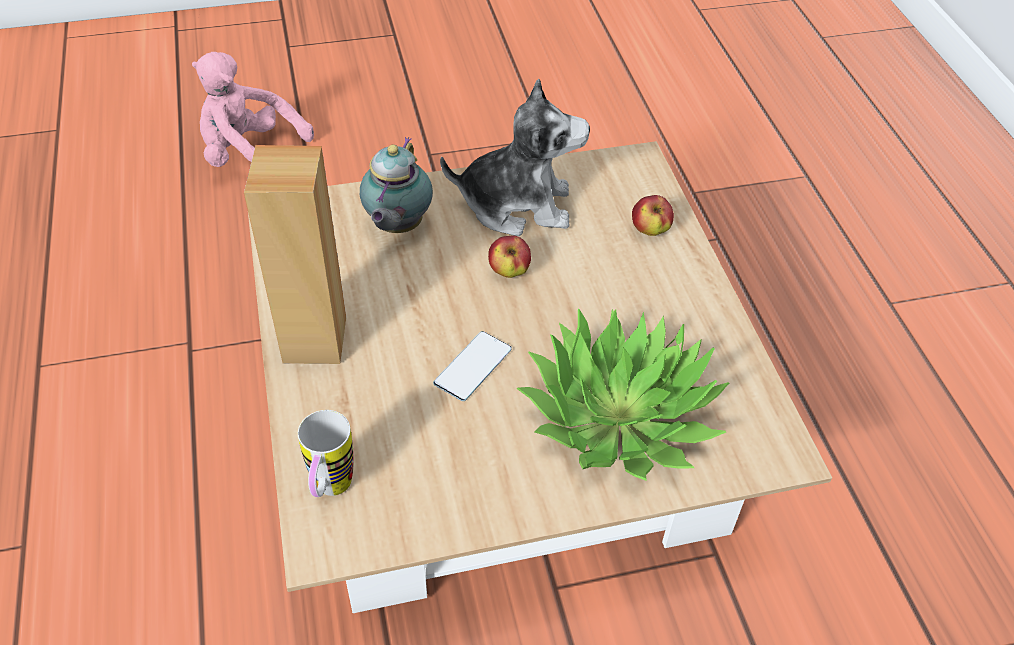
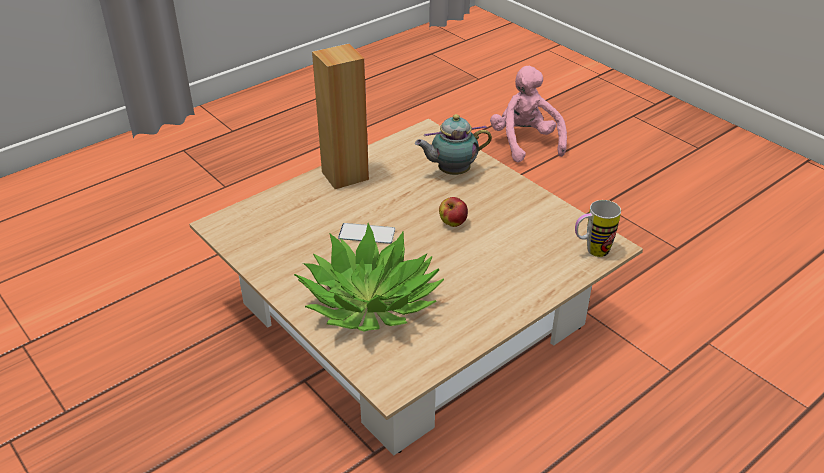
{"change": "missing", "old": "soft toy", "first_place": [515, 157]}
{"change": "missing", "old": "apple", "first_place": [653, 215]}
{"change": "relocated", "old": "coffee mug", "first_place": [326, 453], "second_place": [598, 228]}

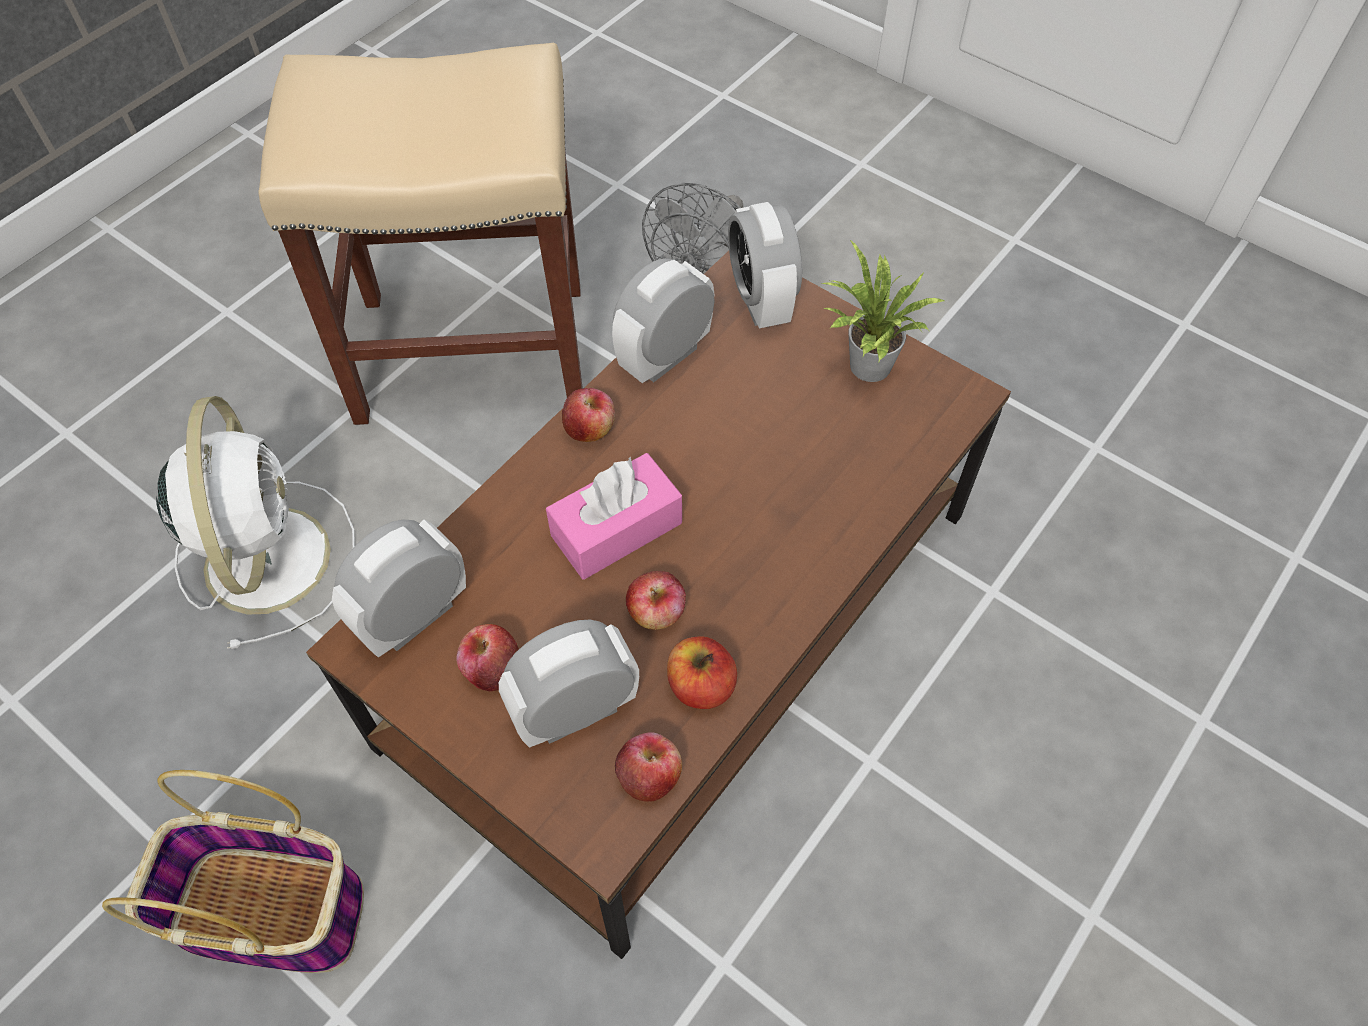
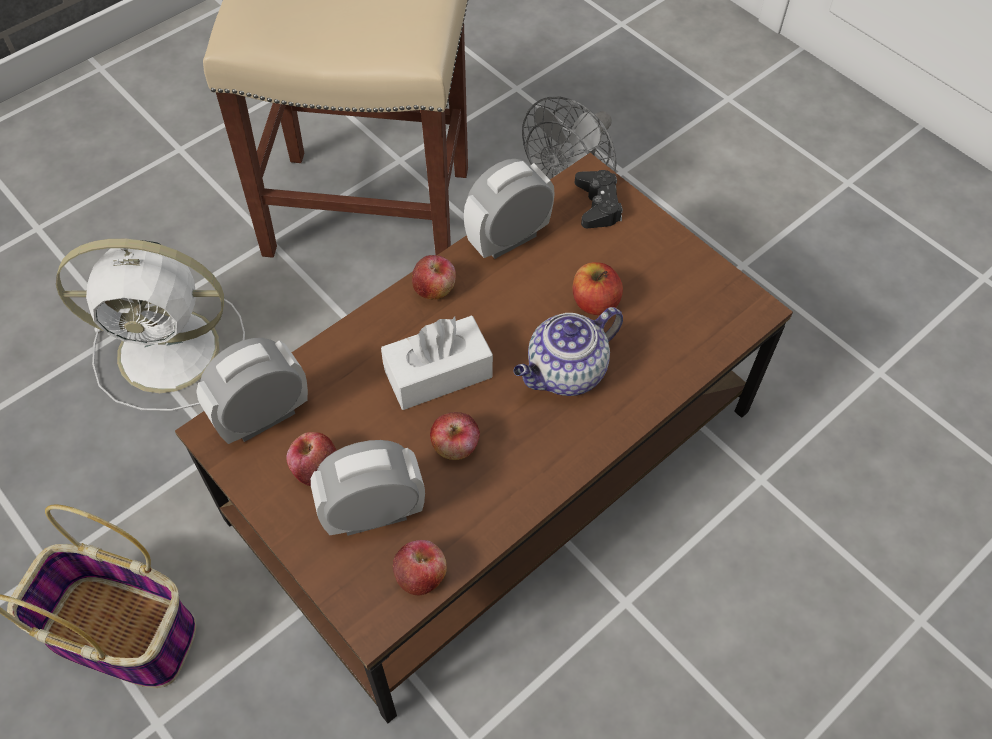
{"change": "exchanged", "old": "bedside clock", "new": "game controller in blackish", "first_place": [765, 265], "second_place": [599, 199]}
{"change": "missing", "old": "plant in a pot", "first_place": [884, 311]}
{"change": "spun", "old": "electric fan in whitish", "first_place": [255, 522], "second_place": [150, 325], "degrees": 90}
{"change": "colour", "old": "tissue holder in pink", "new": "tissue holder in whitish", "first_place": [614, 516], "second_place": [437, 363]}
{"change": "relocated", "old": "apple", "first_place": [702, 672], "second_place": [598, 288]}
{"change": "appeared", "new": "pot for tea", "second_place": [568, 351]}

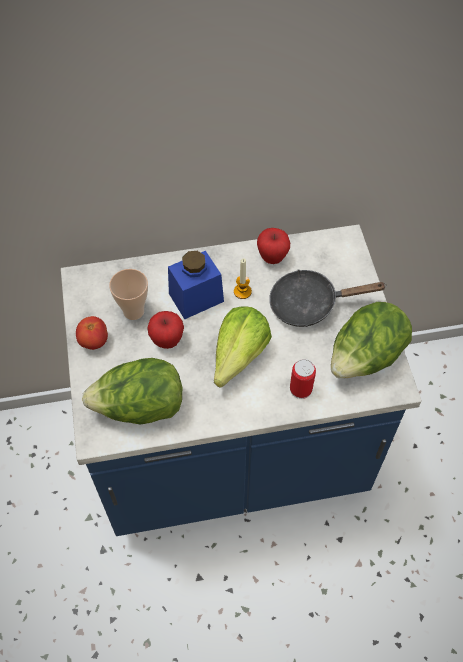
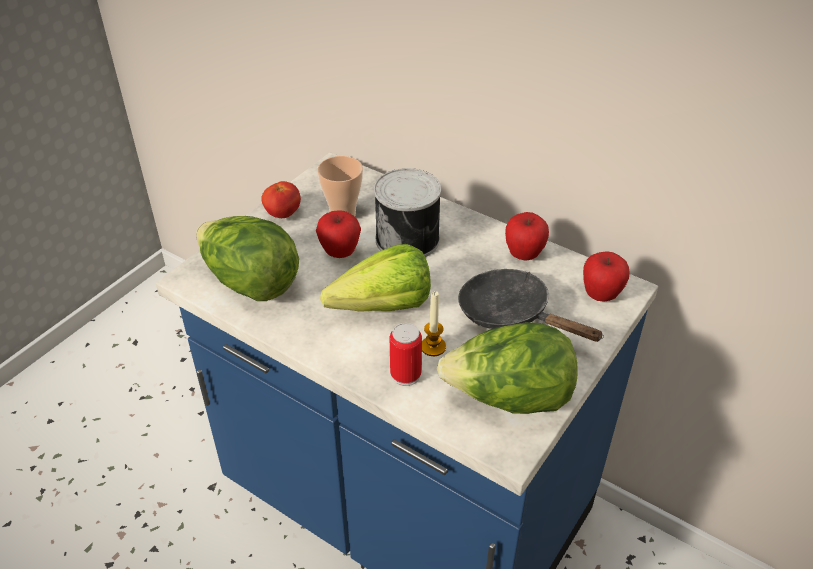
{"change": "exchanged", "old": "preserve jar in bluish", "new": "metal can", "first_place": [196, 285], "second_place": [407, 212]}
{"change": "relocated", "old": "wax candle", "first_place": [243, 278], "second_place": [434, 323]}
{"change": "appeared", "new": "apple", "second_place": [606, 276]}

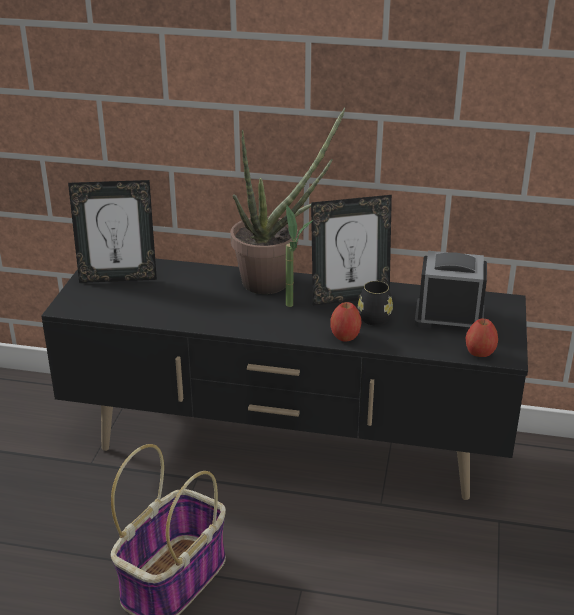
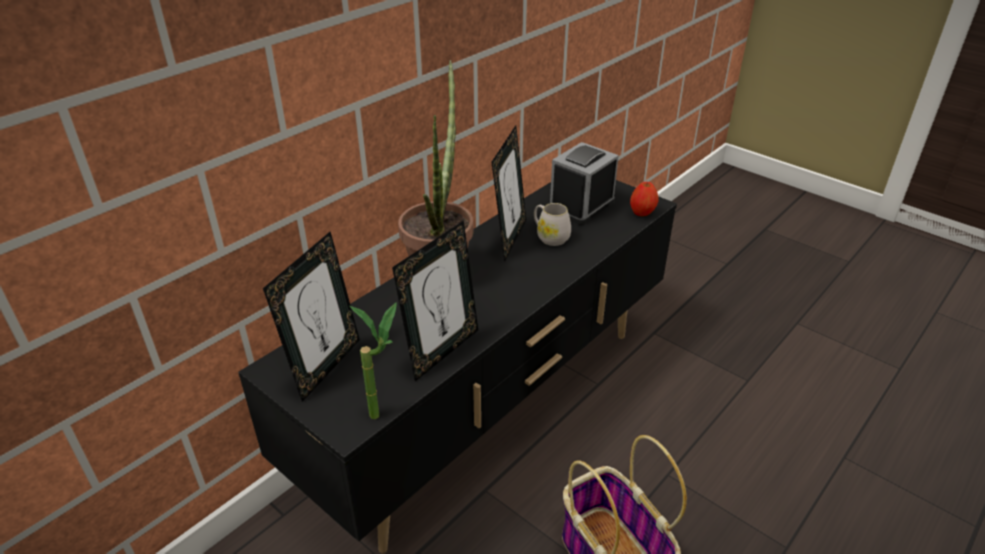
{"change": "relocated", "old": "plant in a pot", "first_place": [299, 256], "second_place": [373, 360]}
{"change": "colour", "old": "coffee mug in blackish", "new": "coffee mug in whitish", "first_place": [375, 302], "second_place": [552, 224]}
{"change": "missing", "old": "apple", "first_place": [345, 322]}
{"change": "appeared", "new": "picture frame", "second_place": [435, 301]}

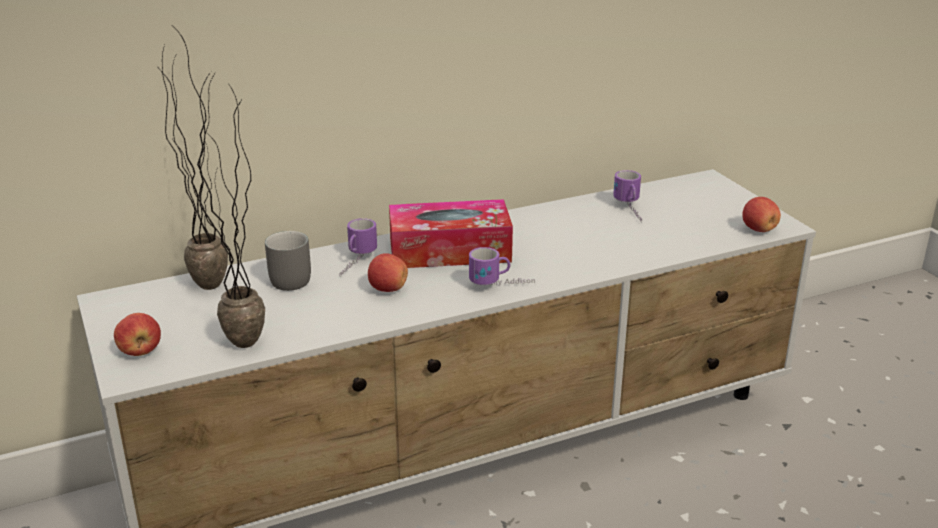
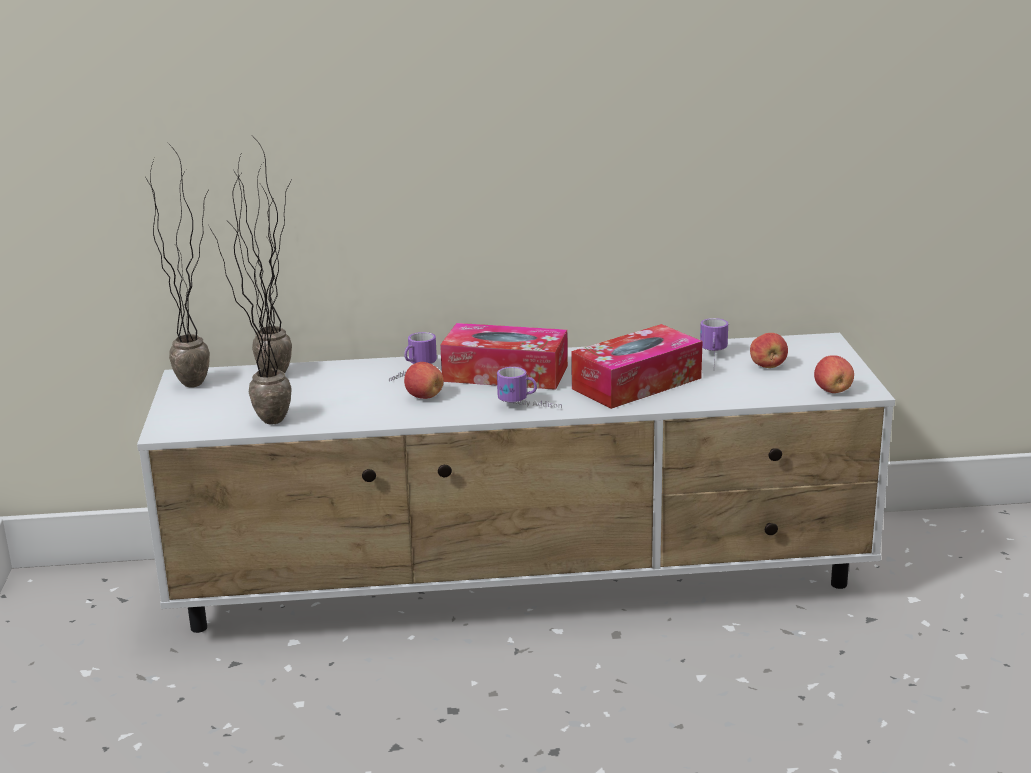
{"change": "missing", "old": "coffee mug in greyish", "first_place": [288, 261]}
{"change": "relocated", "old": "apple", "first_place": [137, 334], "second_place": [769, 350]}
{"change": "appeared", "new": "plant in a pot", "second_place": [178, 265]}
{"change": "appeared", "new": "tissue holder", "second_place": [637, 366]}

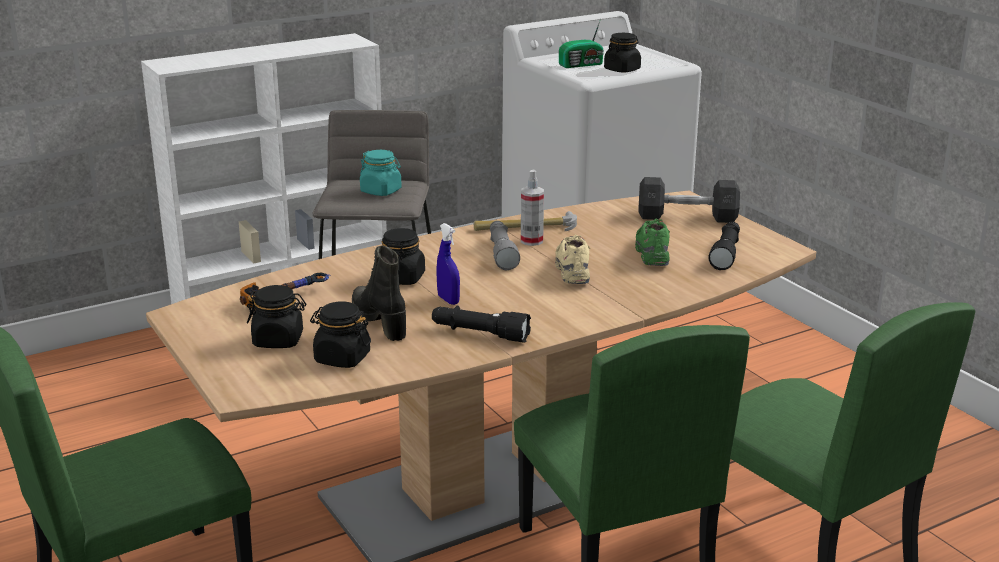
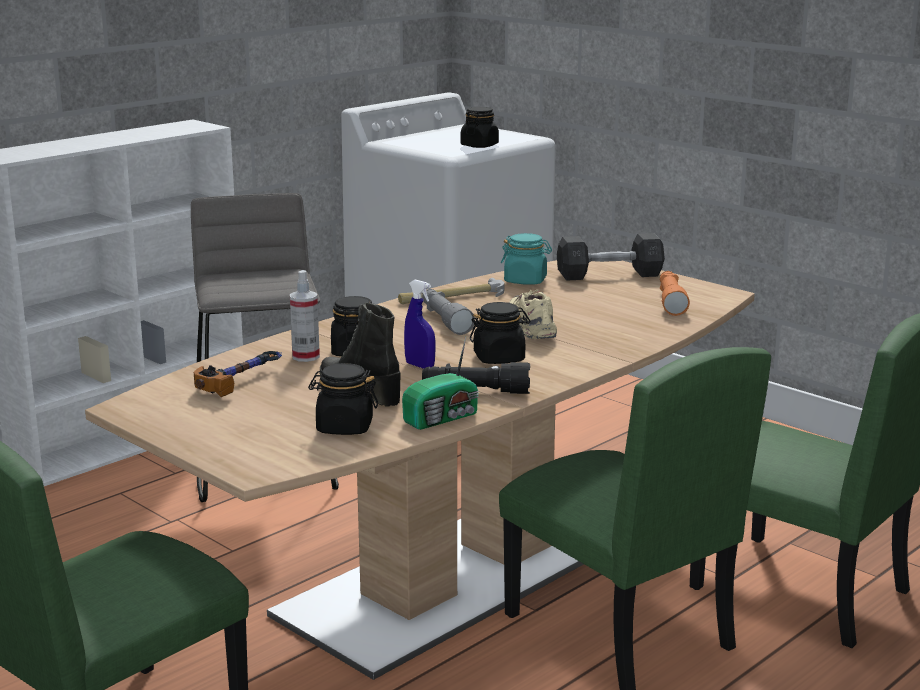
{"change": "relocated", "old": "radio set", "first_place": [581, 43], "second_place": [440, 383]}
{"change": "relocated", "old": "preserve jar in turquoise-coloured", "first_place": [381, 173], "second_place": [526, 258]}
{"change": "relocated", "old": "hand sprayer", "first_place": [532, 208], "second_place": [305, 316]}
{"change": "missing", "old": "shoe in green-coloured", "first_place": [652, 242]}
{"change": "colour", "old": "flashlight in blackish", "new": "flashlight in orange-coloured", "first_place": [724, 246], "second_place": [675, 293]}
{"change": "relocated", "old": "preserve jar in blackish", "first_place": [276, 316], "second_place": [500, 333]}

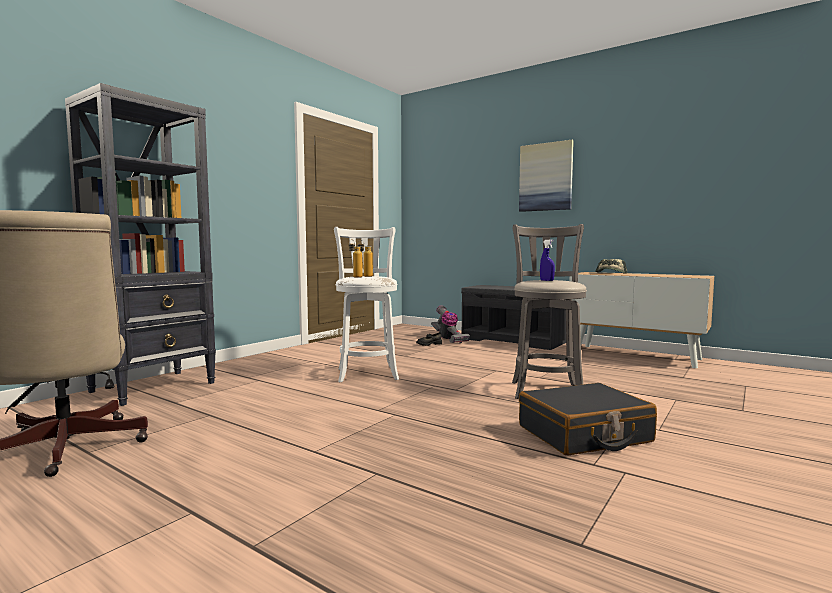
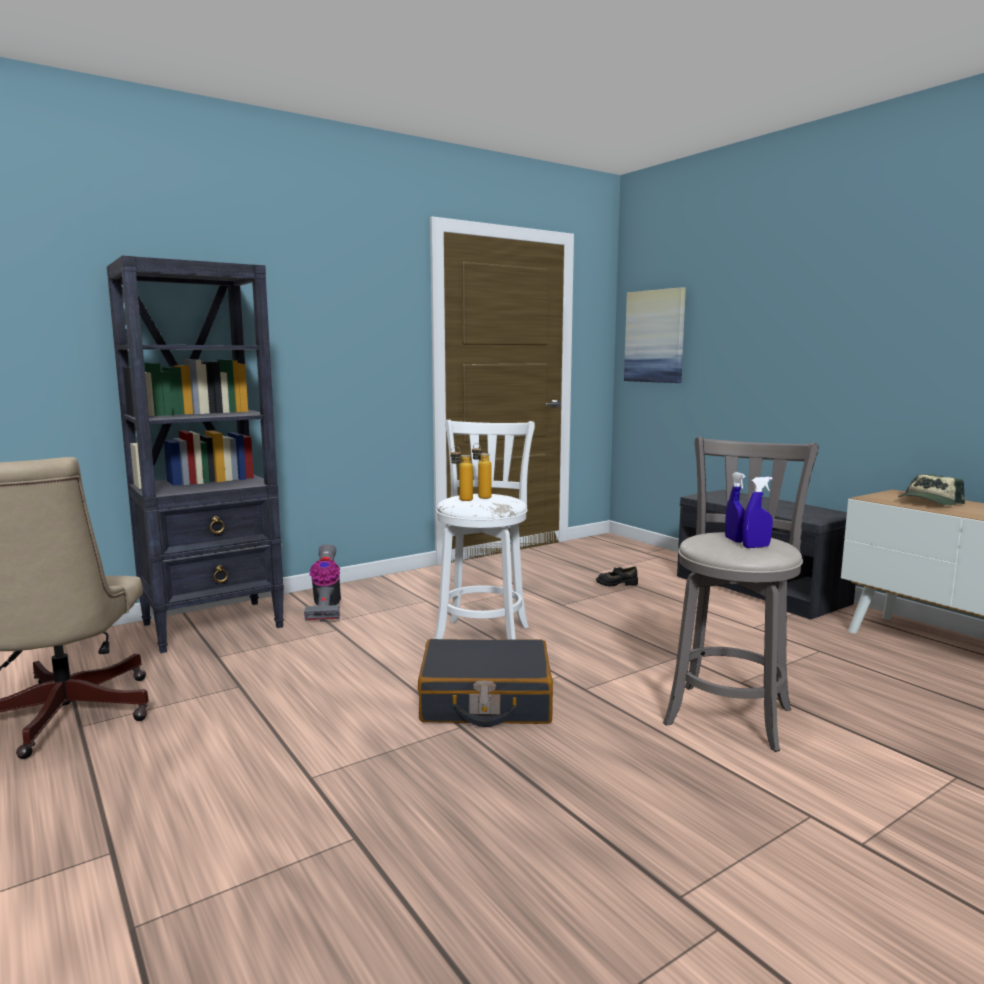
{"change": "relocated", "old": "wall art", "first_place": [546, 176], "second_place": [655, 335]}
{"change": "relocated", "old": "vacuum cleaner", "first_place": [450, 324], "second_place": [322, 583]}
{"change": "relocated", "old": "suitcase in blackish", "first_place": [588, 419], "second_place": [485, 683]}
{"change": "appeared", "new": "hand sprayer in bluish", "second_place": [757, 512]}

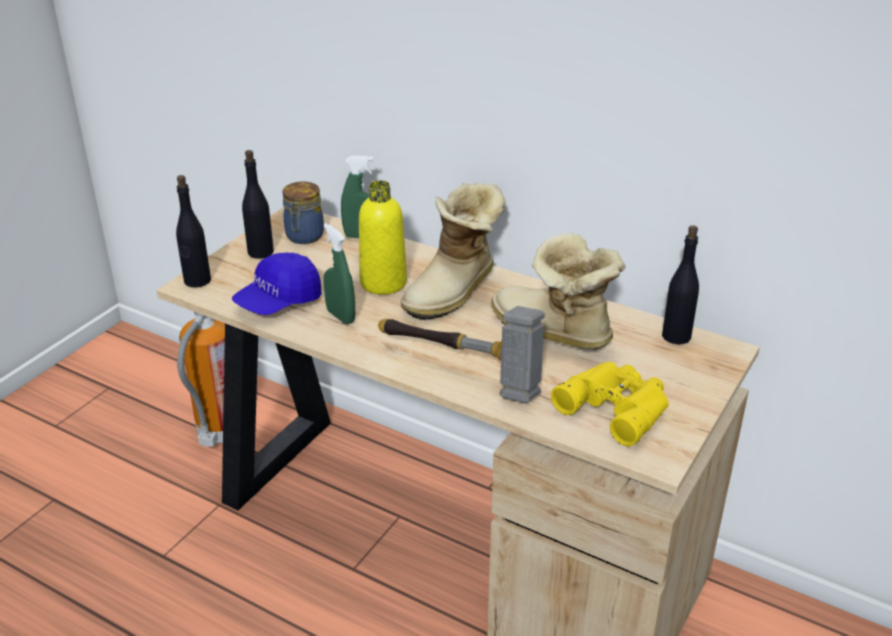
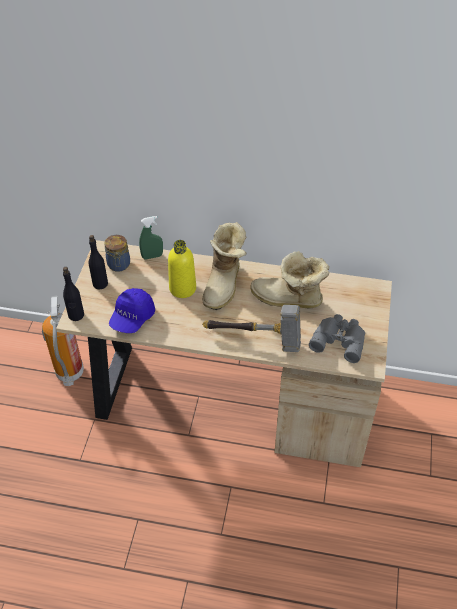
{"change": "missing", "old": "hand sprayer in green-coloured", "first_place": [339, 273]}
{"change": "missing", "old": "bottle in blackish", "first_place": [680, 285]}
{"change": "colour", "old": "pair of binoculars in yellow-coloured", "new": "pair of binoculars in greyish", "first_place": [610, 404], "second_place": [337, 338]}

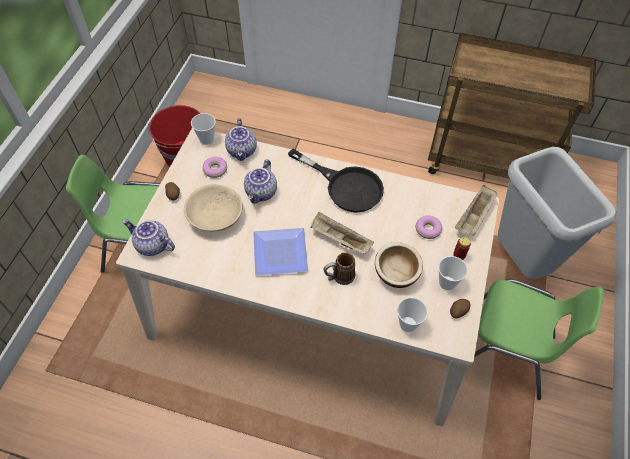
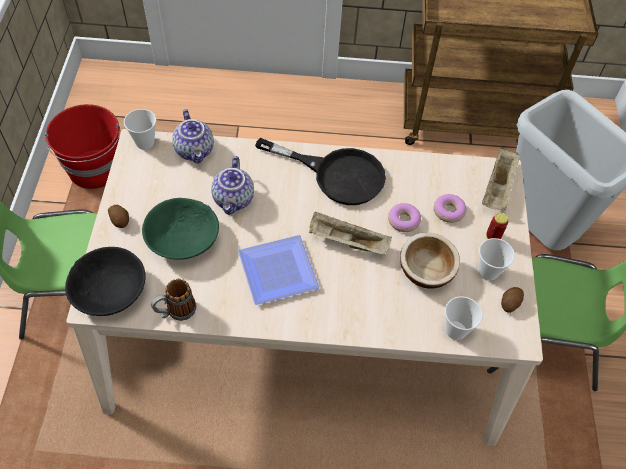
{"change": "relocated", "old": "donut", "first_place": [214, 167], "second_place": [404, 217]}
{"change": "colour", "old": "bowl in beige", "new": "bowl in green-coloured", "first_place": [213, 207], "second_place": [180, 229]}
{"change": "exchanged", "old": "pot for tea", "new": "bowl in blackish", "first_place": [148, 237], "second_place": [105, 281]}
{"change": "relocated", "old": "coffee mug", "first_place": [339, 268], "second_place": [173, 300]}

